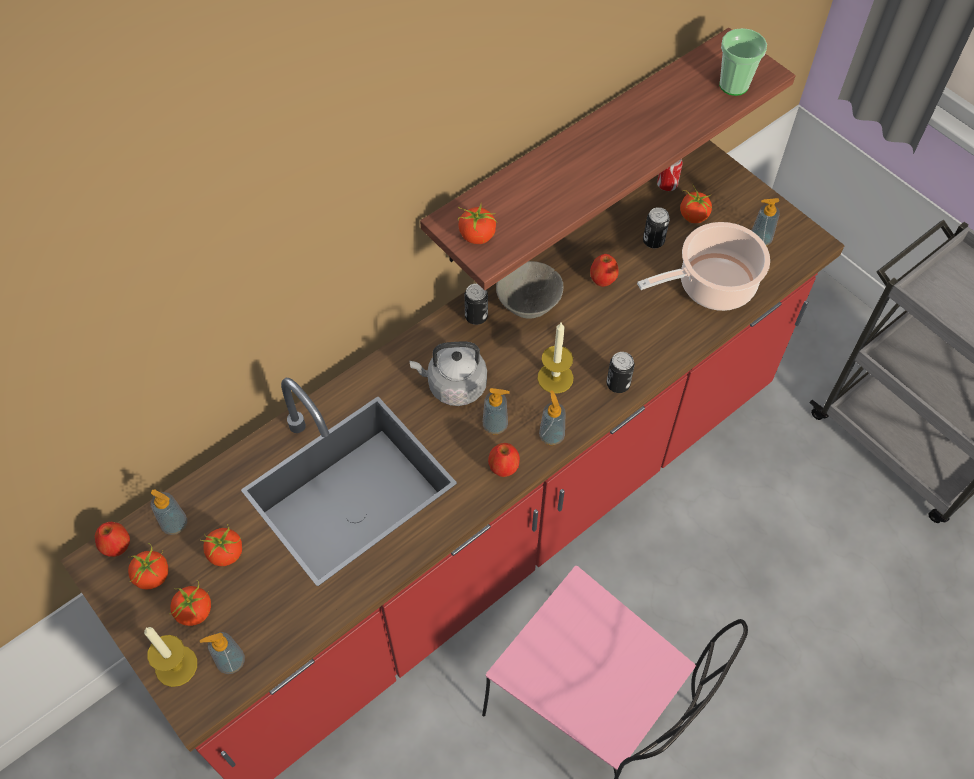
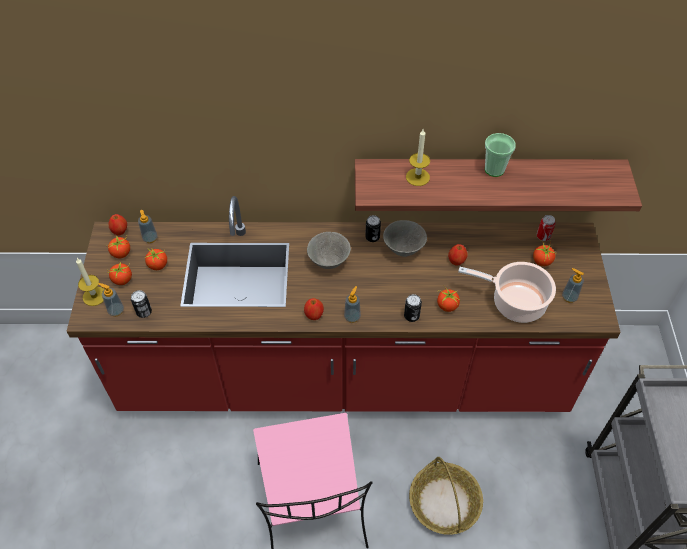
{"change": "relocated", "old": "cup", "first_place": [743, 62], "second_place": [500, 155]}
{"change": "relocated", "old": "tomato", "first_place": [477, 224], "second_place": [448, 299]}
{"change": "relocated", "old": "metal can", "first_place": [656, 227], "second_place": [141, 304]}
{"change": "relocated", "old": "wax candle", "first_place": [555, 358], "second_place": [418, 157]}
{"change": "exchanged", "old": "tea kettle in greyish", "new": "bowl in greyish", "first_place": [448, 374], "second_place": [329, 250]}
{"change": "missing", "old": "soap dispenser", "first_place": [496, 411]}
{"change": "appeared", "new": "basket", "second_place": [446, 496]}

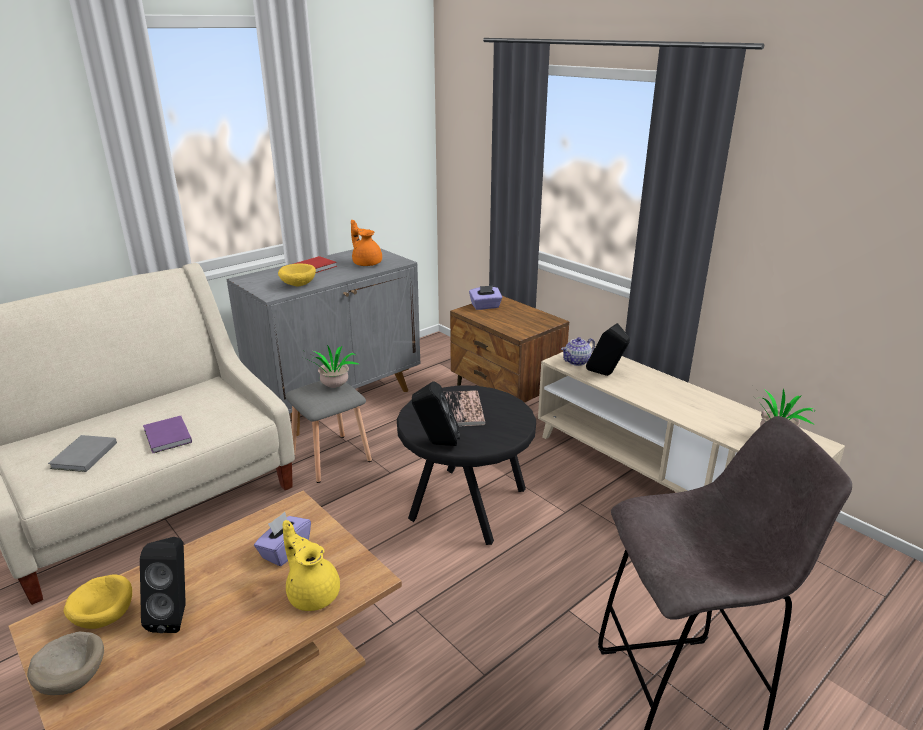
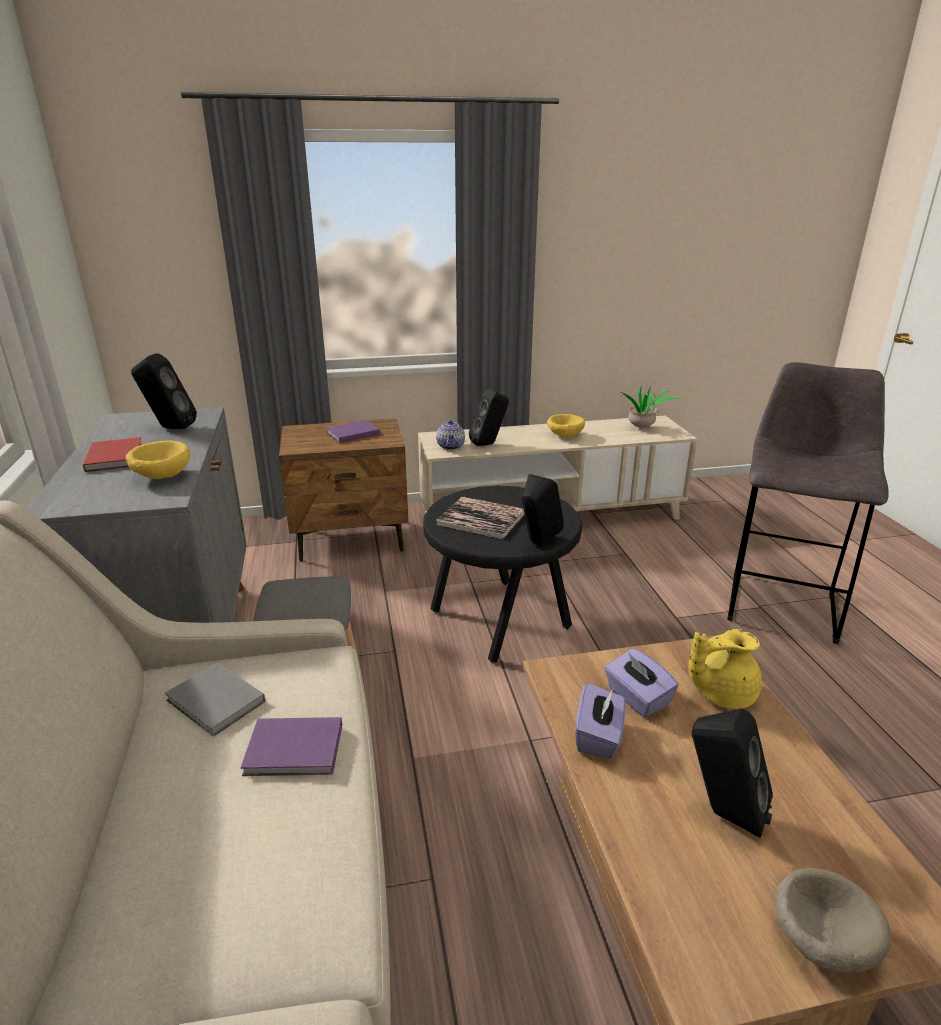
{"change": "exchanged", "old": "pot for tea in orange-coloured", "new": "speaker in blackish", "first_place": [366, 243], "second_place": [164, 391]}
{"change": "relocated", "old": "tissue holder in purple-coloured", "first_place": [485, 298], "second_place": [600, 721]}
{"change": "missing", "old": "plant in a pot", "first_place": [333, 366]}
{"change": "relocated", "old": "volume in greyish", "first_place": [82, 453], "second_place": [215, 699]}
{"change": "relocated", "old": "bowl in yellow-coloured", "first_place": [98, 601], "second_place": [566, 426]}
{"change": "appeared", "new": "volume in purple-coloured", "second_place": [353, 431]}

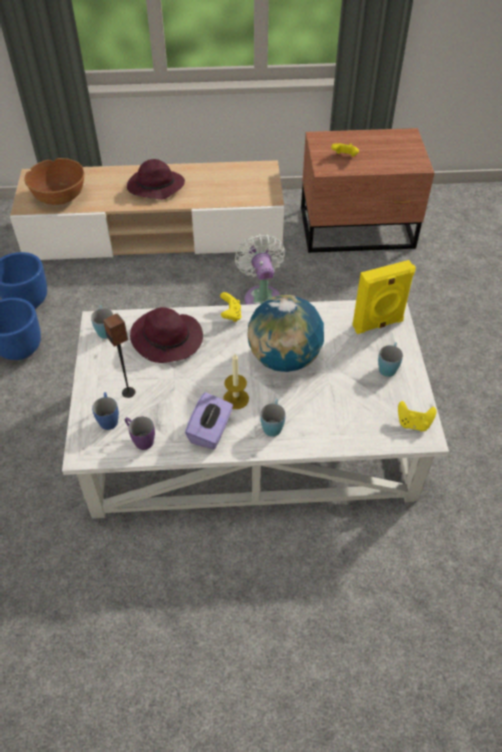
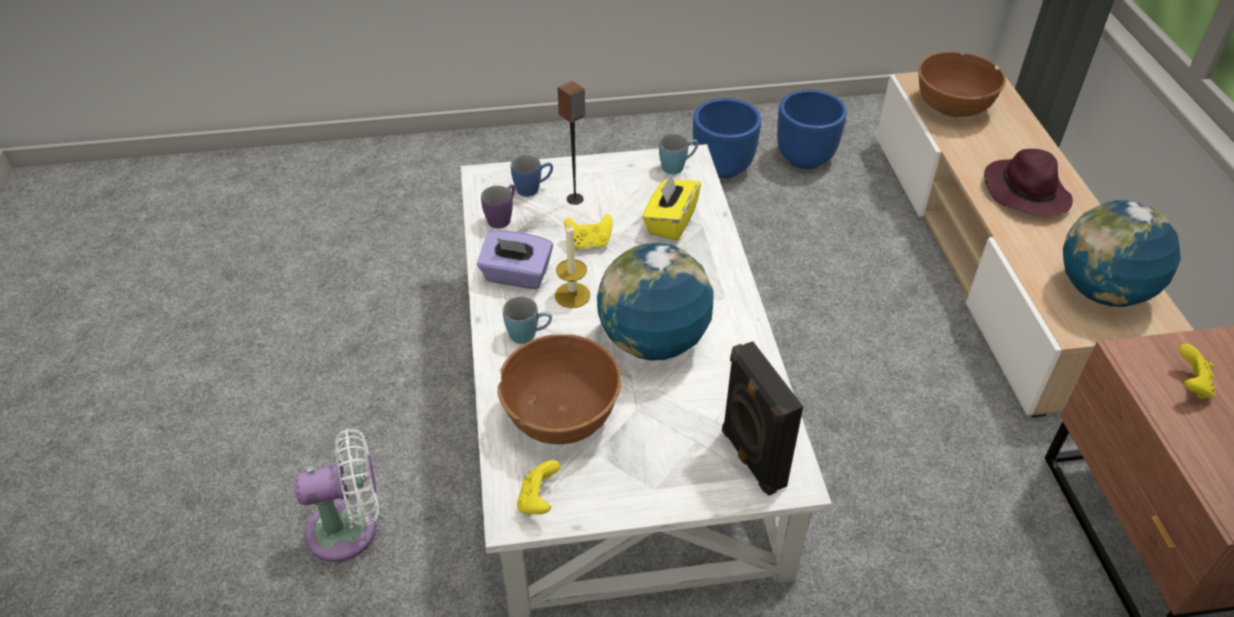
{"change": "relocated", "old": "electric fan in whitish", "first_place": [260, 269], "second_place": [336, 495]}
{"change": "colour", "old": "speaker in yellow-coloured", "new": "speaker in blackish", "first_place": [384, 297], "second_place": [762, 418]}
{"change": "relocated", "old": "game controller in yellow-coloured", "first_place": [230, 307], "second_place": [588, 231]}
{"change": "exchanged", "old": "hat in purple-coloured", "new": "tissue holder in yellow-coloured", "first_place": [166, 335], "second_place": [672, 207]}
{"change": "missing", "old": "coffee mug in bluish", "first_place": [390, 359]}
{"change": "appeared", "new": "globe", "second_place": [1122, 253]}
{"change": "appeared", "new": "bowl in brown", "second_place": [559, 389]}

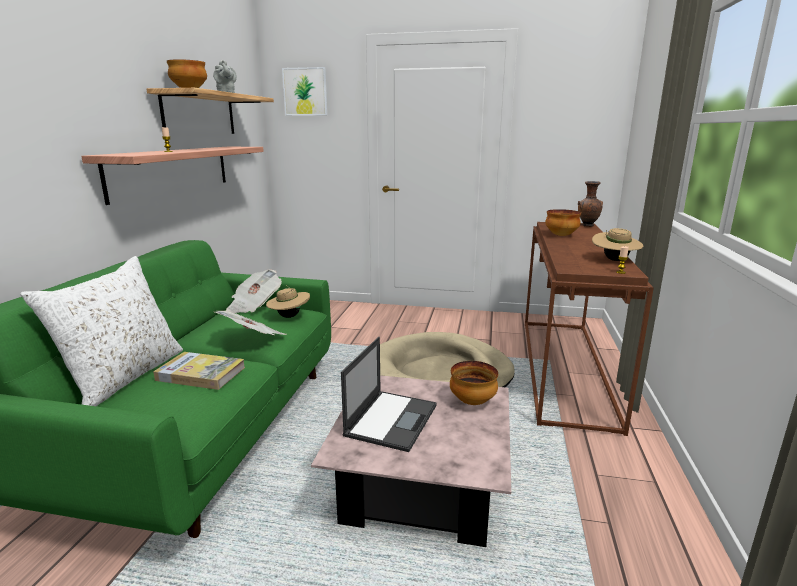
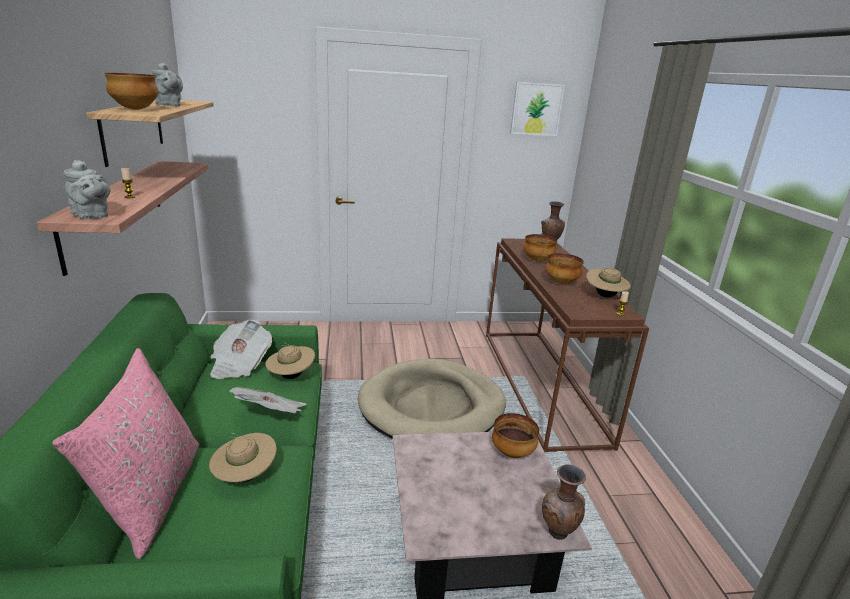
{"change": "relocated", "old": "wall art", "first_place": [305, 91], "second_place": [537, 109]}
{"change": "colour", "old": "pillow in whitish", "new": "pillow in pink", "first_place": [101, 331], "second_place": [125, 453]}
{"change": "missing", "old": "notebook computer", "first_place": [389, 394]}
{"change": "exchanged", "old": "volume", "new": "hat in beige", "first_place": [199, 371], "second_place": [243, 457]}
{"change": "appeared", "new": "pot for tea in greyish", "second_place": [87, 189]}
{"change": "appeared", "new": "bowl", "second_place": [564, 268]}
{"change": "appeared", "new": "vase in brown", "second_place": [564, 502]}

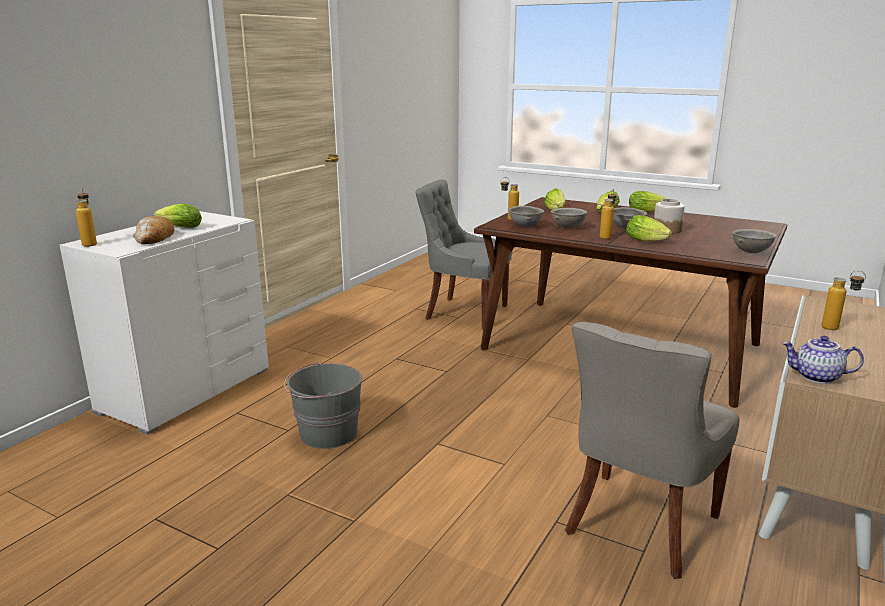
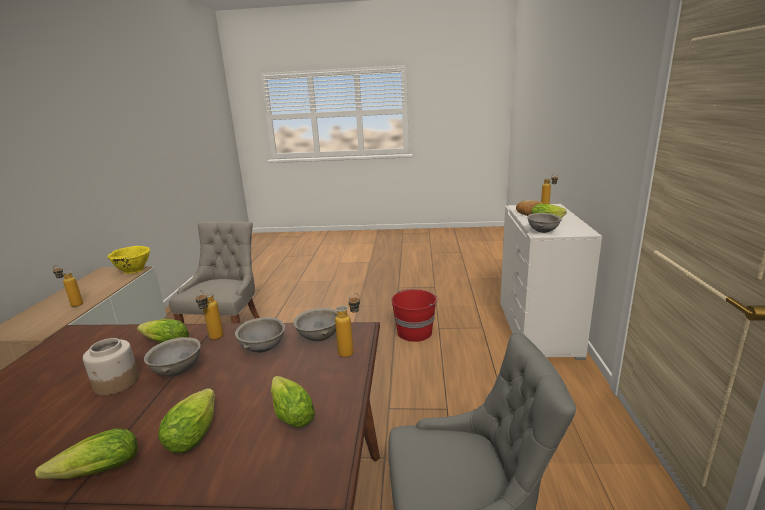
{"change": "relocated", "old": "bowl in greyish", "first_place": [754, 241], "second_place": [544, 223]}
{"change": "exchanged", "old": "pot for tea", "new": "bowl in yellow-coloured", "first_place": [823, 360], "second_place": [128, 260]}
{"change": "colour", "old": "bucket in greyish", "new": "bucket in red", "first_place": [323, 405], "second_place": [415, 315]}

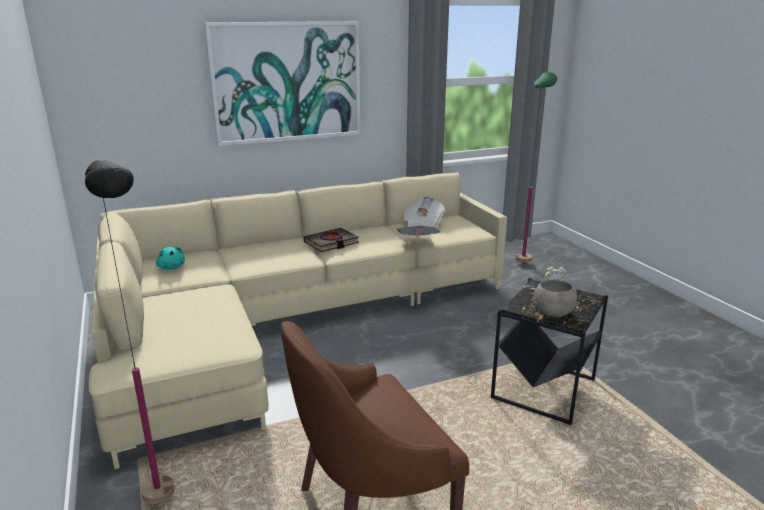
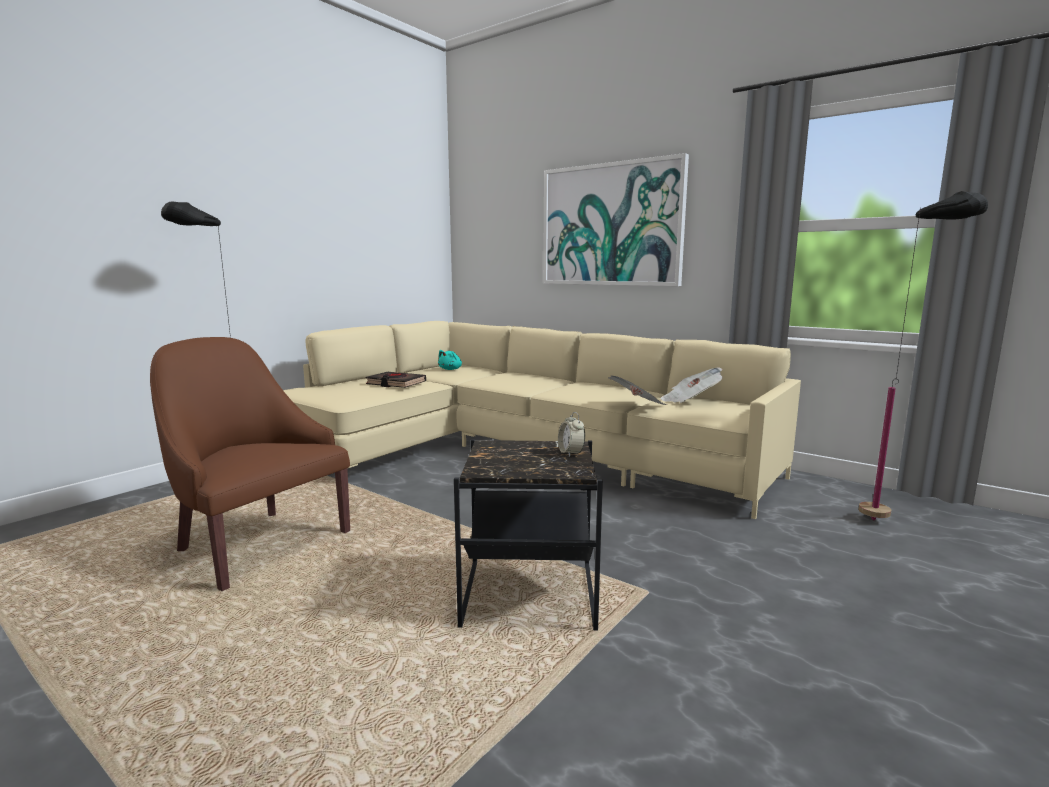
{"change": "colour", "old": "standing lamp in green-coloured", "new": "standing lamp in blackish", "first_place": [536, 168], "second_place": [923, 356]}
{"change": "relocated", "old": "volume in blackish", "first_place": [331, 240], "second_place": [396, 380]}
{"change": "missing", "old": "bowl in greyish", "first_place": [555, 298]}

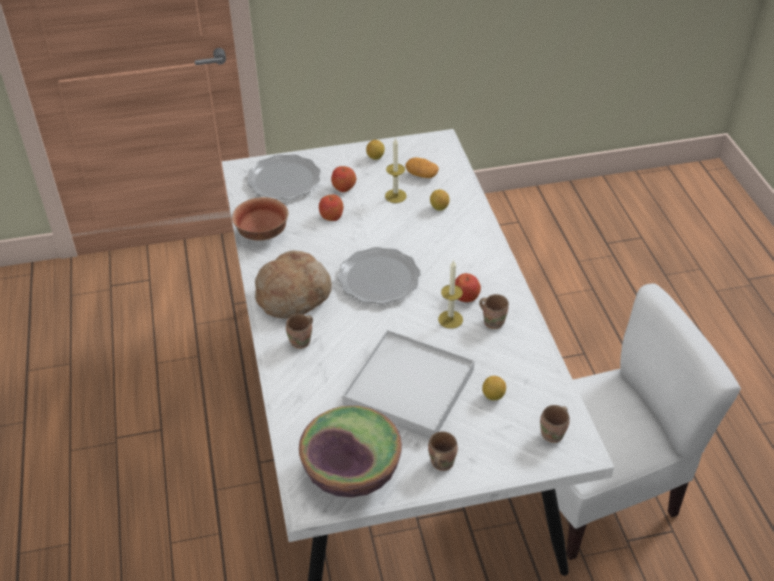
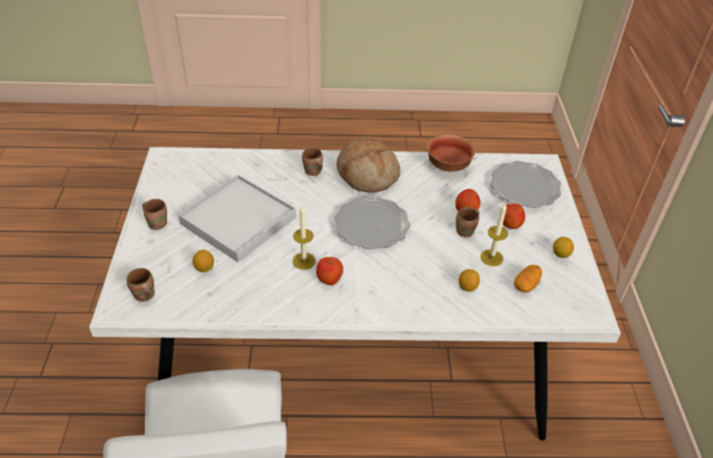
{"change": "relocated", "old": "coffee mug in brown", "first_place": [494, 311], "second_place": [468, 222]}
{"change": "missing", "old": "bowl", "first_place": [350, 452]}

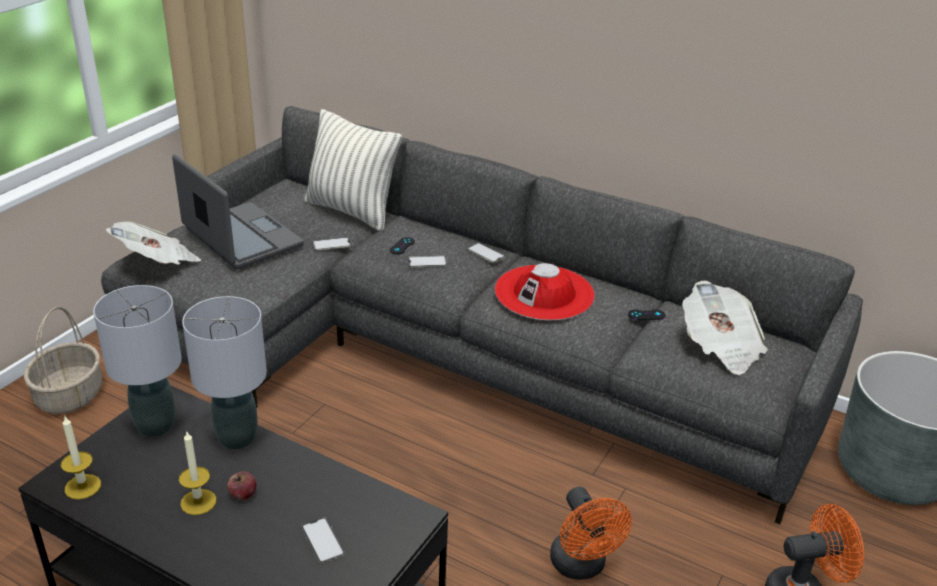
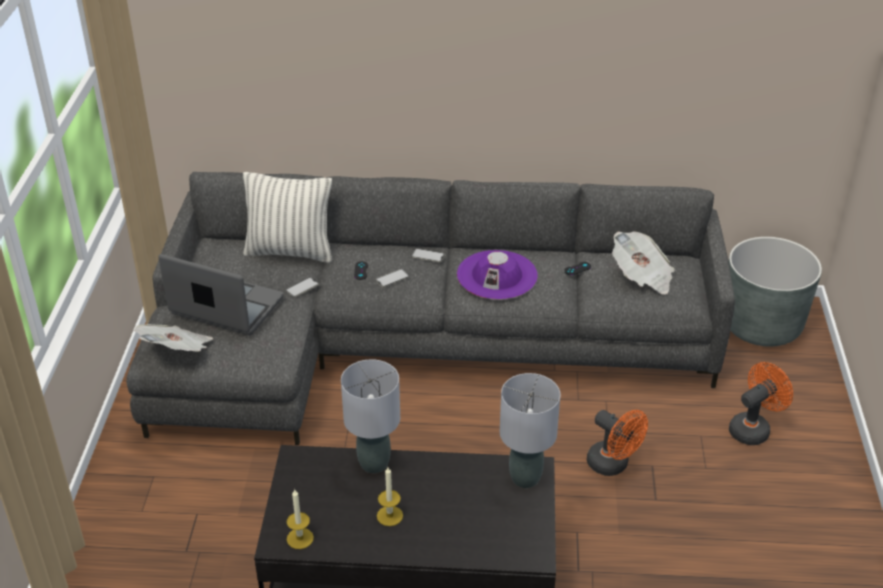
{"change": "colour", "old": "hat in red", "new": "hat in purple-coloured", "first_place": [545, 291], "second_place": [497, 275]}
{"change": "relocated", "old": "table lamp in greyish", "first_place": [137, 361], "second_place": [530, 430]}
{"change": "missing", "old": "basket", "first_place": [63, 360]}
{"change": "missing", "old": "apple", "first_place": [241, 485]}
{"change": "missing", "old": "telephone", "first_place": [323, 540]}

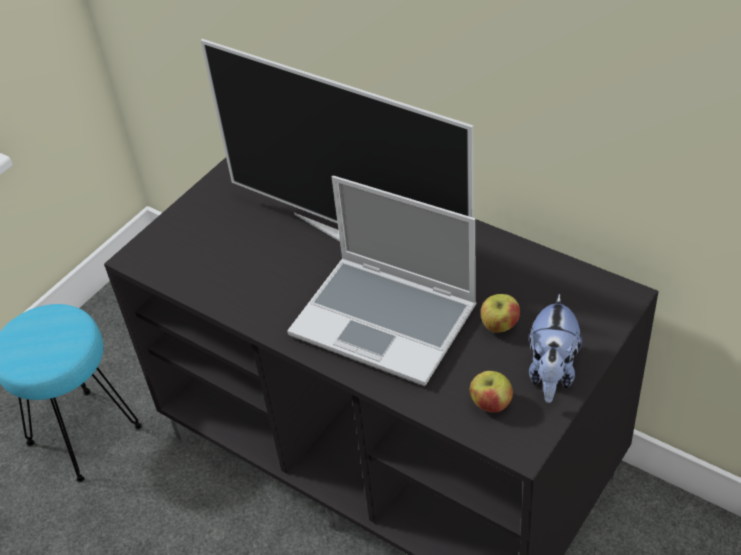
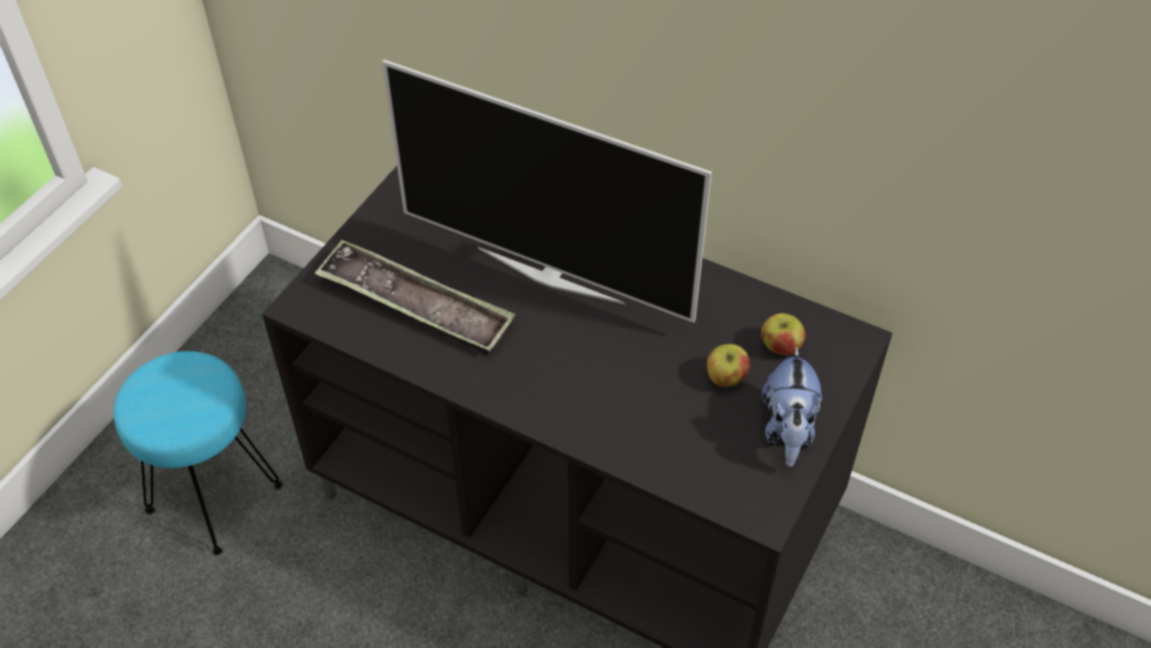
{"change": "missing", "old": "notebook computer", "first_place": [381, 281]}
{"change": "relocated", "old": "apple", "first_place": [491, 392], "second_place": [783, 334]}
{"change": "appeared", "new": "carrying tray", "second_place": [414, 297]}

